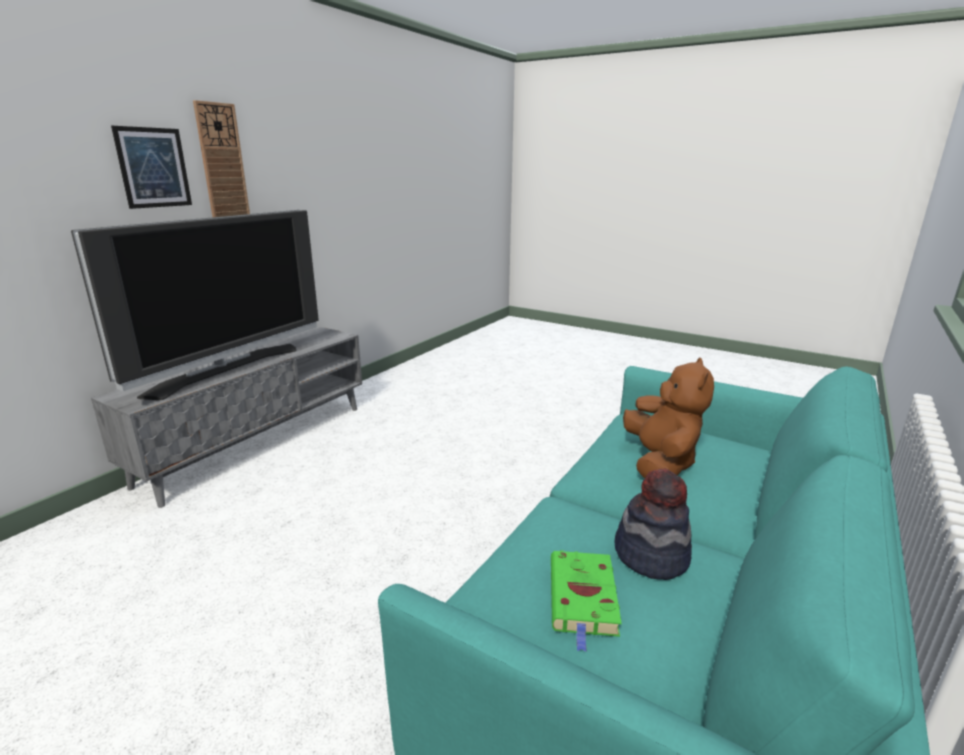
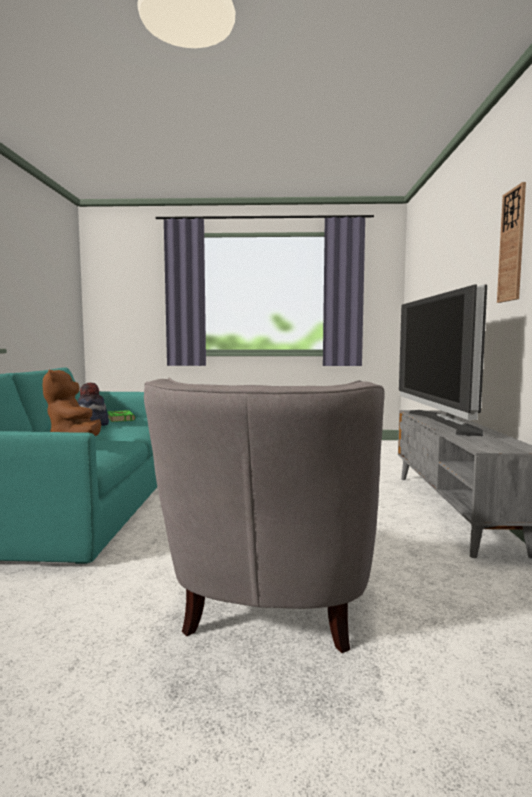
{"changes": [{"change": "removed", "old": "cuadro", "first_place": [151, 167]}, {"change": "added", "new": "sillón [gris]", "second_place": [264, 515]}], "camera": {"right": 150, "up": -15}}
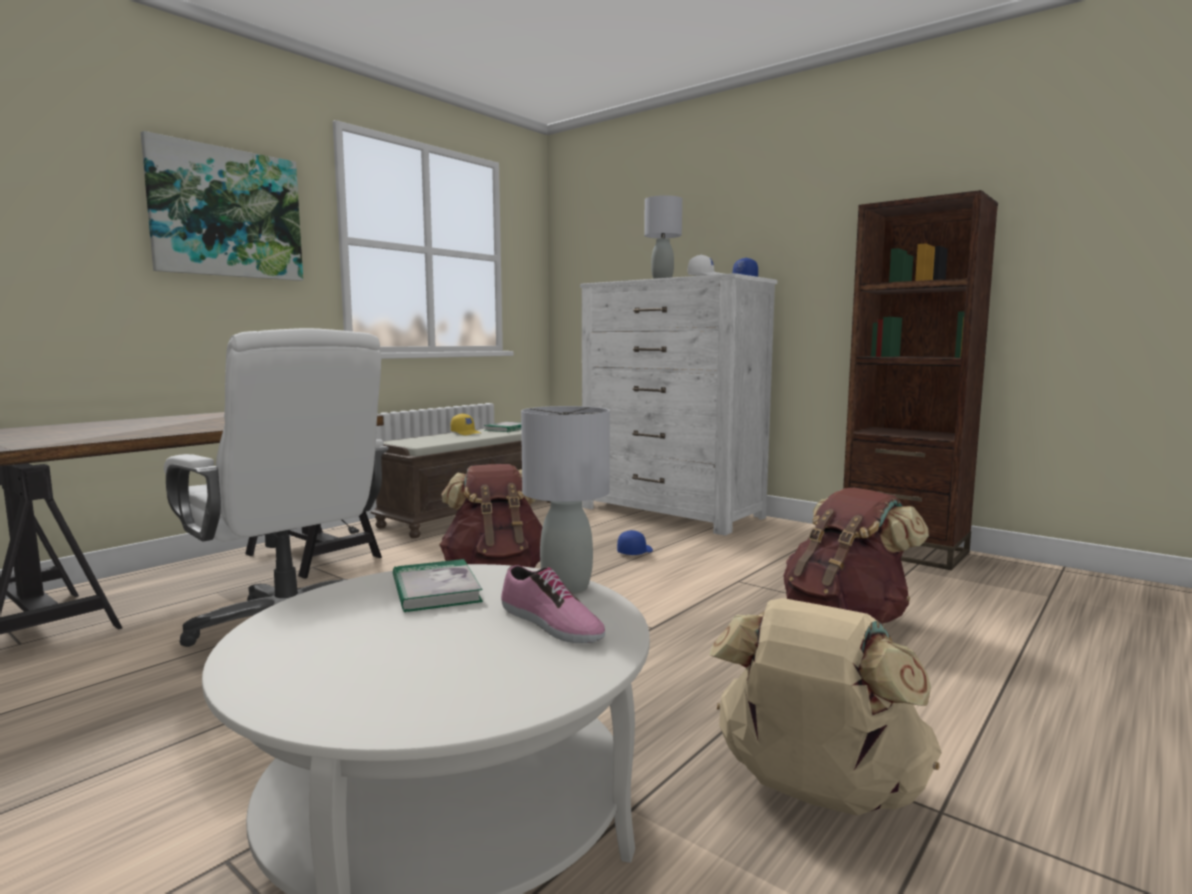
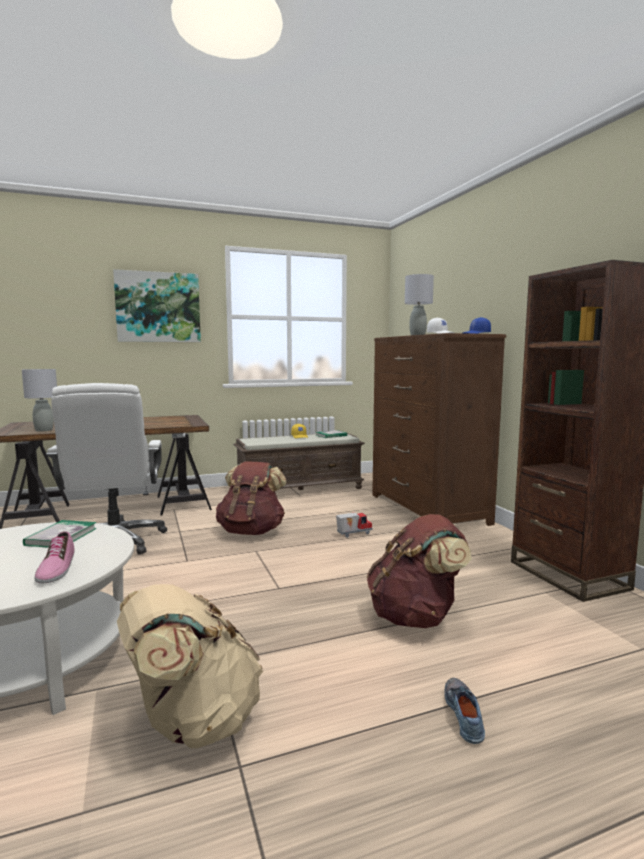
{"changes": [{"change": "added", "new": "zapato", "second_place": [464, 711]}, {"change": "moved", "old": "lámpara de mesa [gris]", "first_place": [565, 500], "second_place": [39, 400]}, {"change": "replaced", "old": "gorra [azul]", "new": "camión de juguete", "first_place": [635, 542], "second_place": [354, 525]}, {"change": "recoloured", "old": "cómoda [blanco]", "new": "cómoda [marrón]", "first_place": [678, 404], "second_place": [439, 429]}], "camera": {"right": 30, "up": 0}}
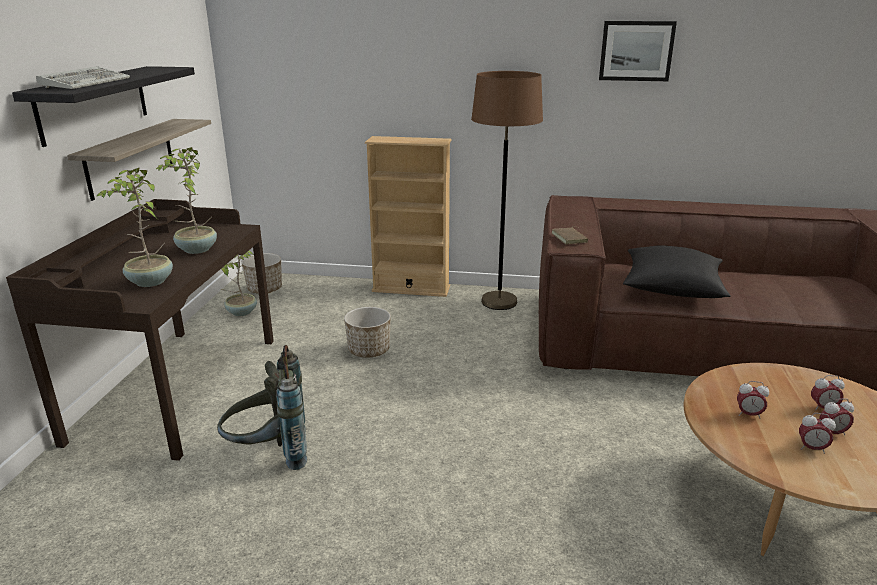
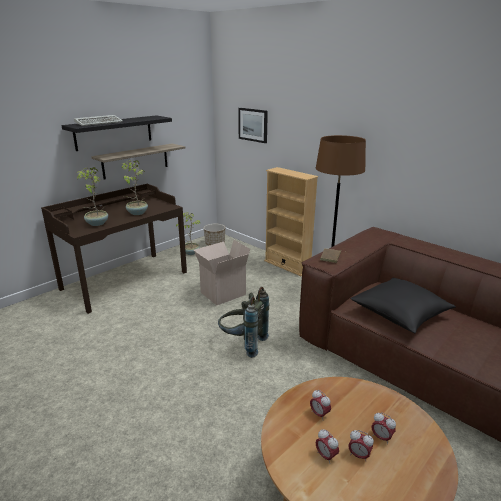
{"changes": [{"change": "moved", "old": "mochila [gris]", "first_place": [262, 407], "second_place": [243, 322]}, {"change": "moved", "old": "cuadro", "first_place": [638, 51], "second_place": [253, 125]}, {"change": "replaced", "old": "maceta", "new": "caja de cartón", "first_place": [367, 332], "second_place": [222, 273]}], "camera": {"right": 35, "up": 0}}
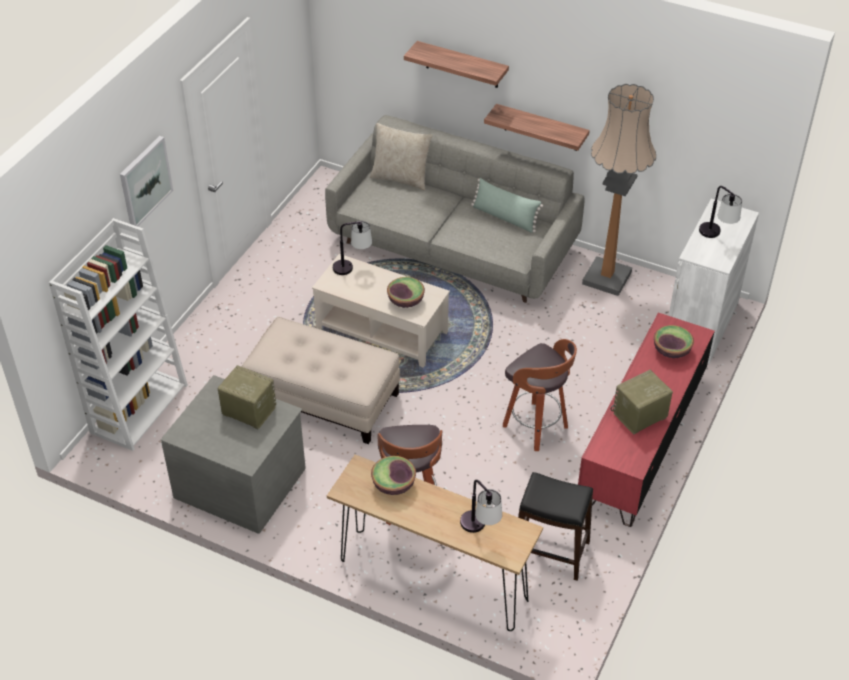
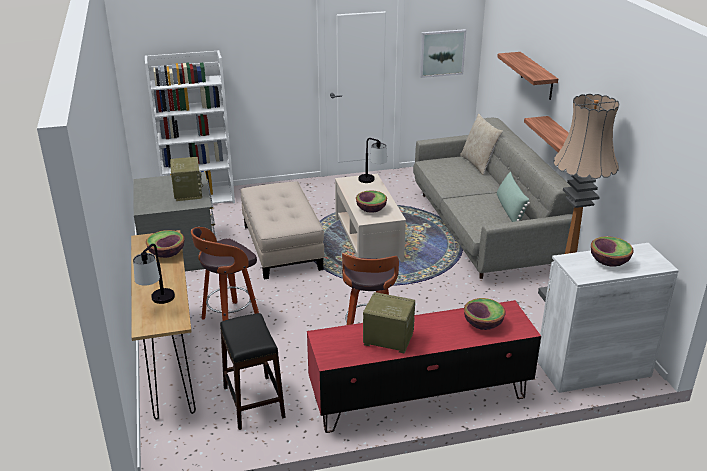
{"changes": [{"change": "moved", "old": "cuadro", "first_place": [146, 181], "second_place": [443, 53]}, {"change": "replaced", "old": "lámpara de mesa", "new": "cuenco", "first_place": [720, 212], "second_place": [612, 251]}], "camera": {"right": 50, "up": -15}}
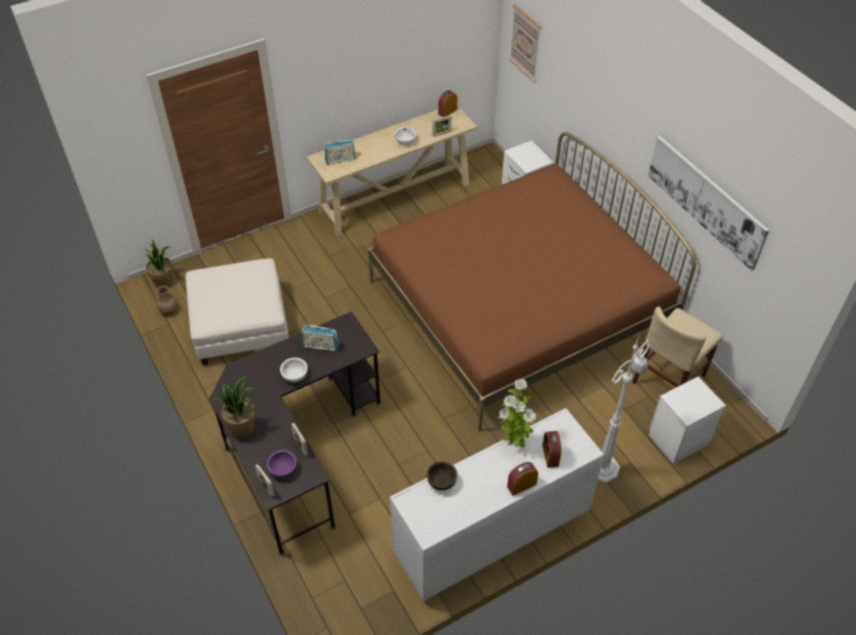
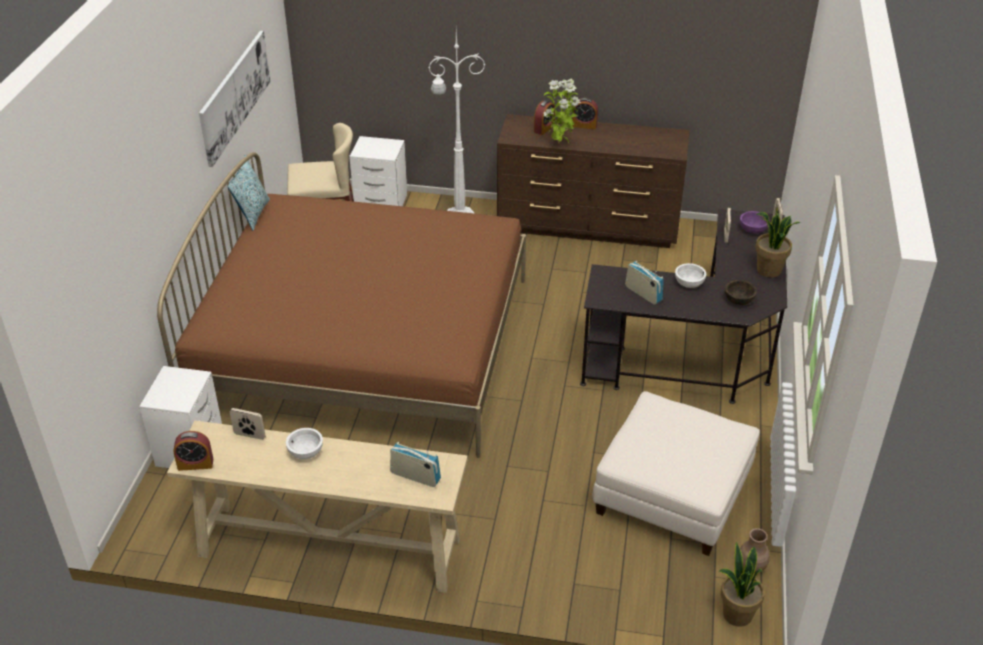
{"changes": [{"change": "removed", "old": "cuadro", "first_place": [525, 44]}, {"change": "added", "new": "cojín", "second_place": [249, 193]}, {"change": "moved", "old": "cuenco [marrón]", "first_place": [442, 475], "second_place": [741, 292]}, {"change": "recoloured", "old": "cómoda [blanco]", "new": "cómoda [marrón]", "first_place": [497, 504], "second_place": [593, 181]}], "camera": {"right": -140, "up": -10}}
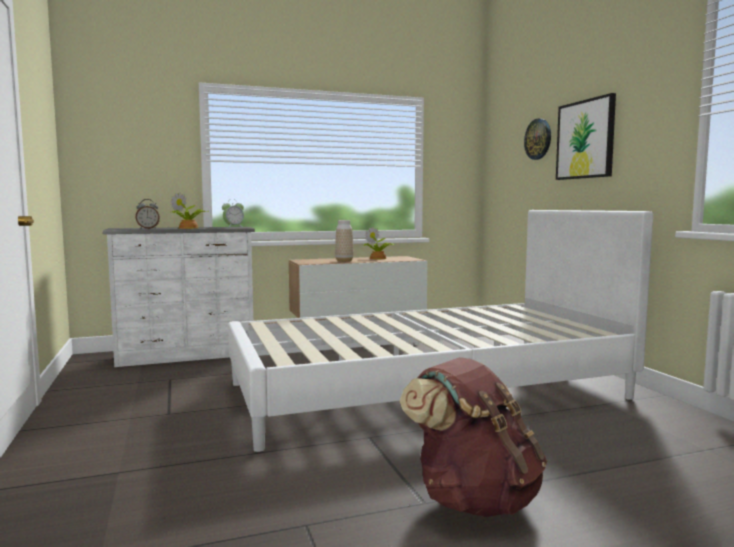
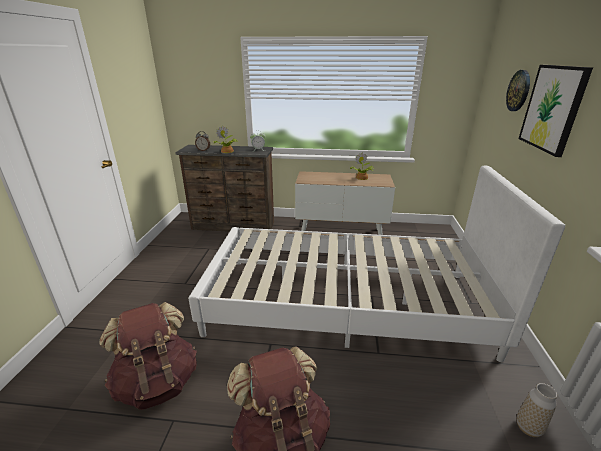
{"changes": [{"change": "added", "new": "mochila [marrón]", "second_place": [148, 356]}, {"change": "moved", "old": "florero", "first_place": [344, 241], "second_place": [536, 410]}, {"change": "recoloured", "old": "cómoda [blanco]", "new": "cómoda [marrón]", "first_place": [179, 297], "second_place": [224, 188]}], "camera": {"right": 25, "up": 20}}
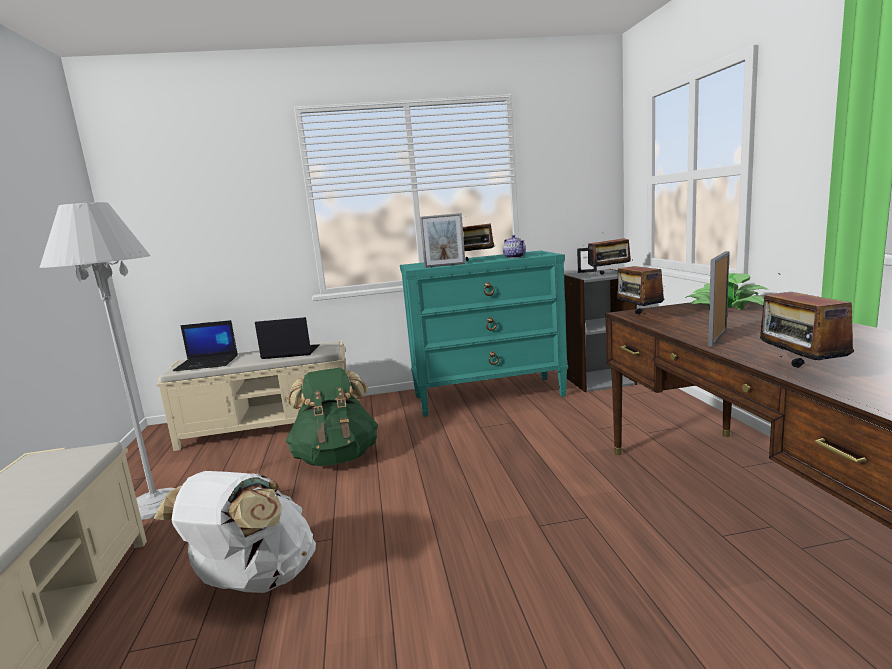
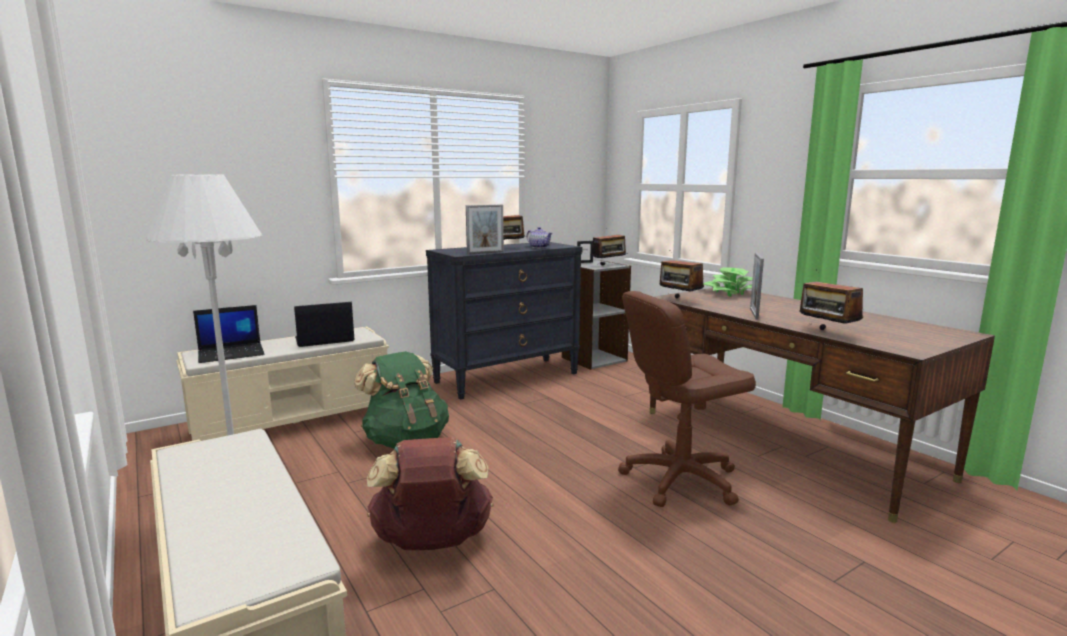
{"changes": [{"change": "added", "new": "silla de oficina [marrón]", "second_place": [687, 399]}, {"change": "recoloured", "old": "mochila [blanco]", "new": "mochila [marrón]", "first_place": [235, 532], "second_place": [430, 493]}, {"change": "recoloured", "old": "cómoda [turquesa]", "new": "cómoda [negro]", "first_place": [484, 334], "second_place": [504, 321]}], "camera": {"right": -25, "up": 0}}
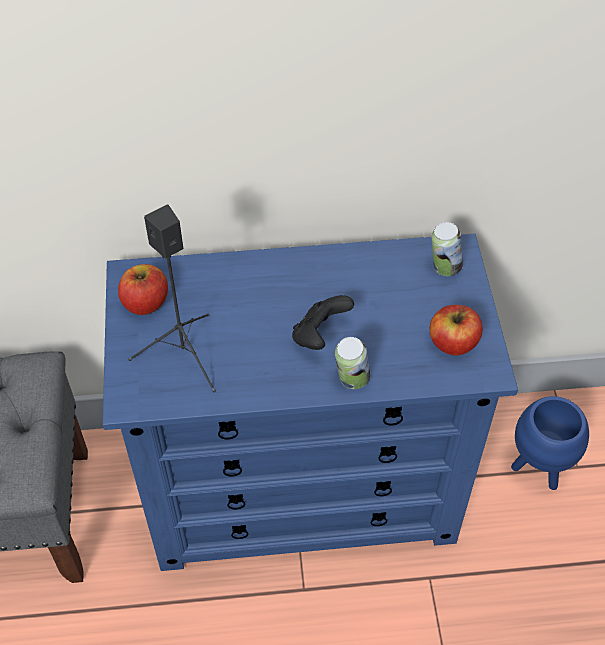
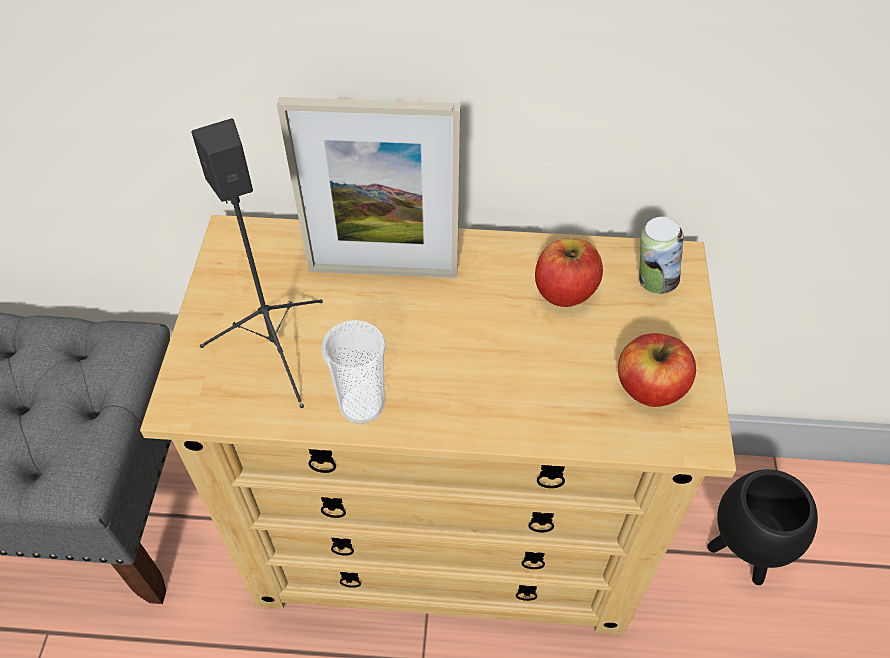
{"changes": [{"change": "removed", "old": "mando de consola [negro]", "first_place": [323, 322]}, {"change": "removed", "old": "lata", "first_place": [352, 363]}, {"change": "added", "new": "portarretratos", "second_place": [369, 187]}, {"change": "added", "new": "taza", "second_place": [353, 372]}, {"change": "moved", "old": "manzana", "first_place": [143, 289], "second_place": [569, 272]}, {"change": "recoloured", "old": "cómoda [azul]", "new": "cómoda [beis]", "first_place": [310, 402], "second_place": [438, 425]}, {"change": "recoloured", "old": "maceta [azul]", "new": "maceta [negro]", "first_place": [550, 443], "second_place": [762, 527]}], "camera": {"right": 10, "up": 0}}
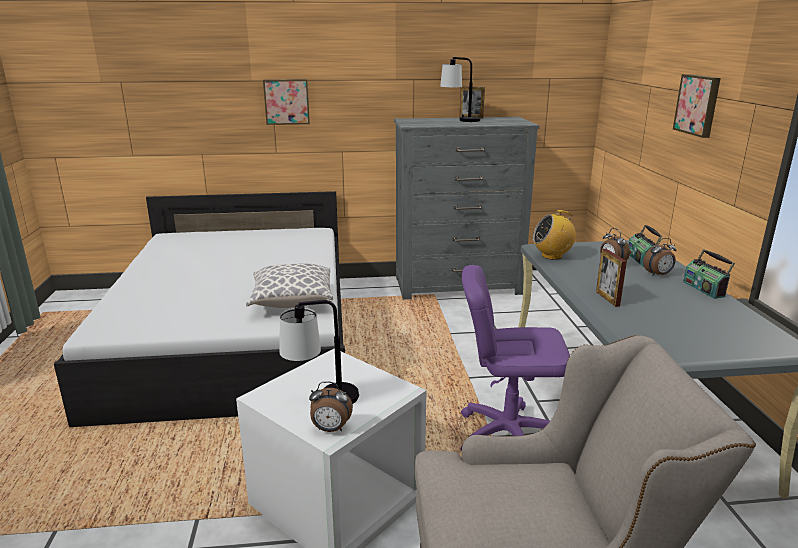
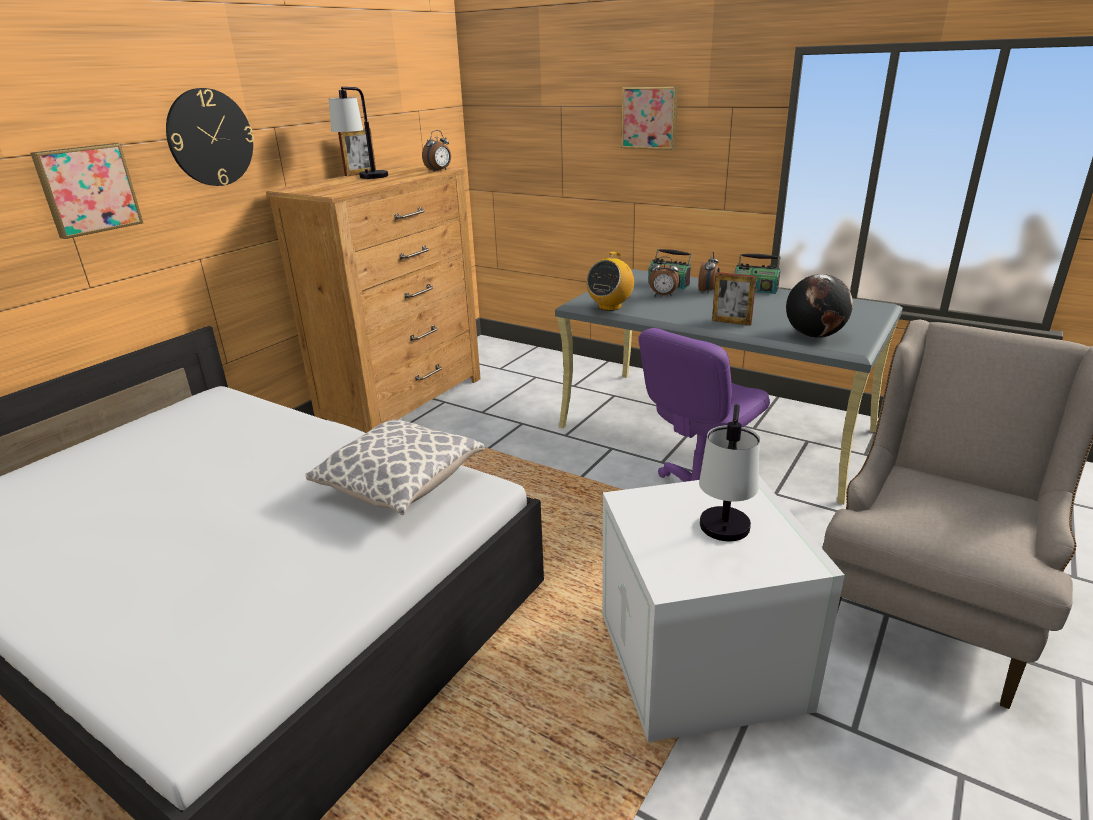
{"changes": [{"change": "added", "new": "reloj de pared", "second_place": [210, 137]}, {"change": "added", "new": "globo terráqueo", "second_place": [819, 306]}, {"change": "moved", "old": "despertador", "first_place": [331, 406], "second_place": [436, 150]}, {"change": "recoloured", "old": "cómoda [gris]", "new": "cómoda [marrón]", "first_place": [467, 208], "second_place": [373, 299]}], "camera": {"right": -50, "up": 5}}
